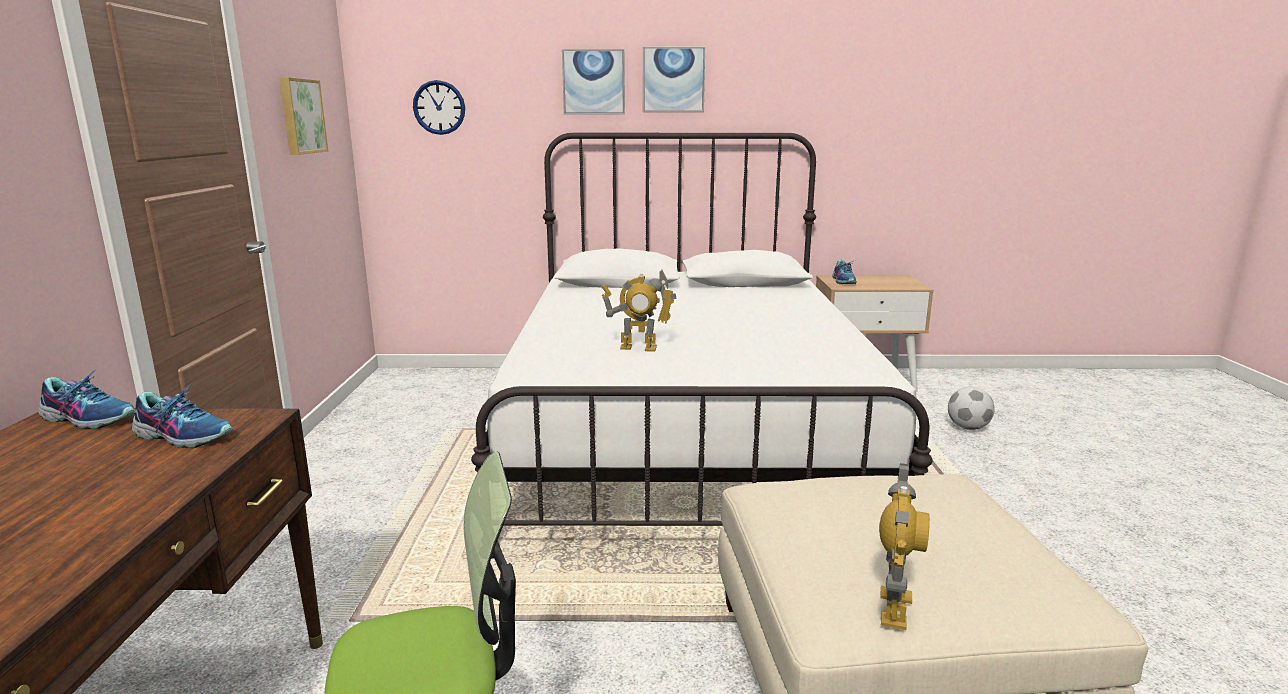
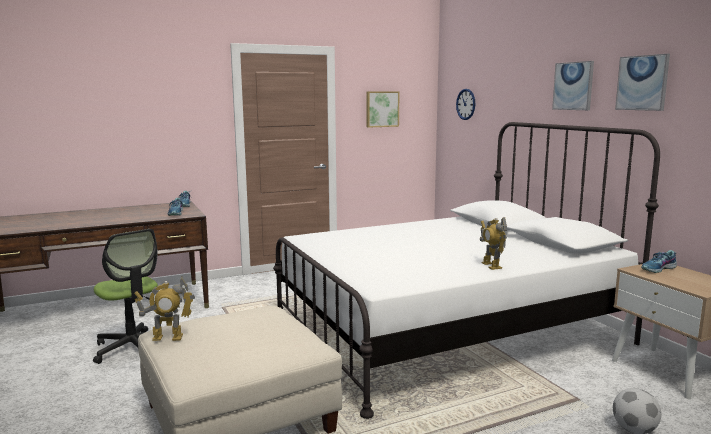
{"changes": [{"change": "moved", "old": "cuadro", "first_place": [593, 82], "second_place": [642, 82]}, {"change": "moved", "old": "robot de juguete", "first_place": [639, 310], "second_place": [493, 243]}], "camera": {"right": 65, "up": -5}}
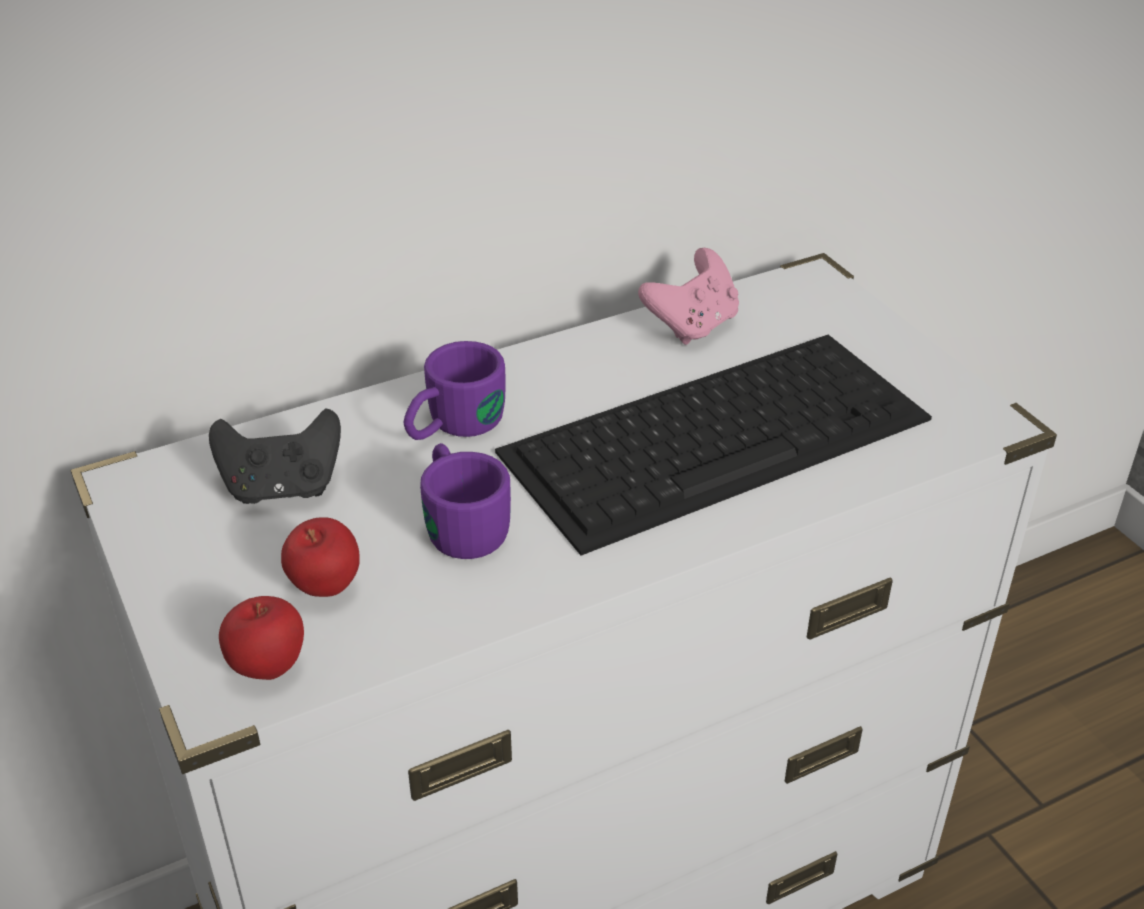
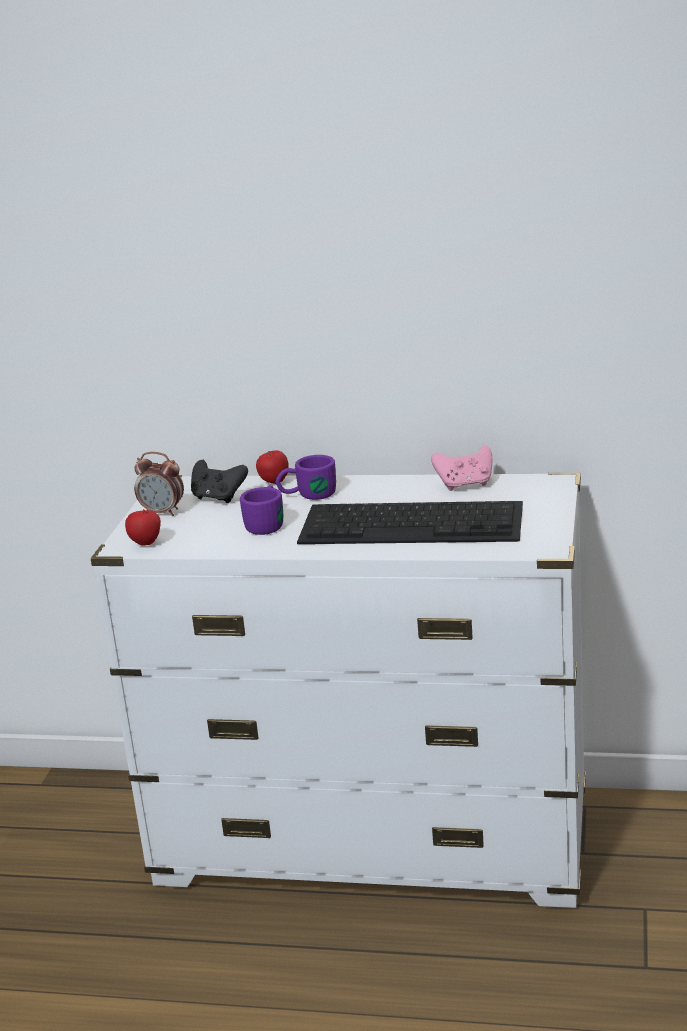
{"changes": [{"change": "added", "new": "despertador", "second_place": [159, 484]}, {"change": "moved", "old": "manzana", "first_place": [320, 557], "second_place": [272, 467]}], "camera": {"right": 40, "up": -15}}
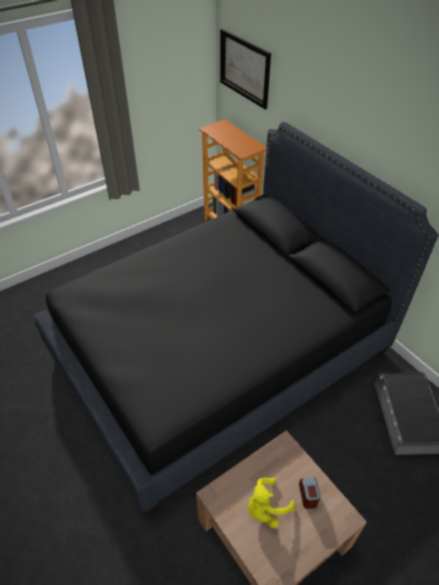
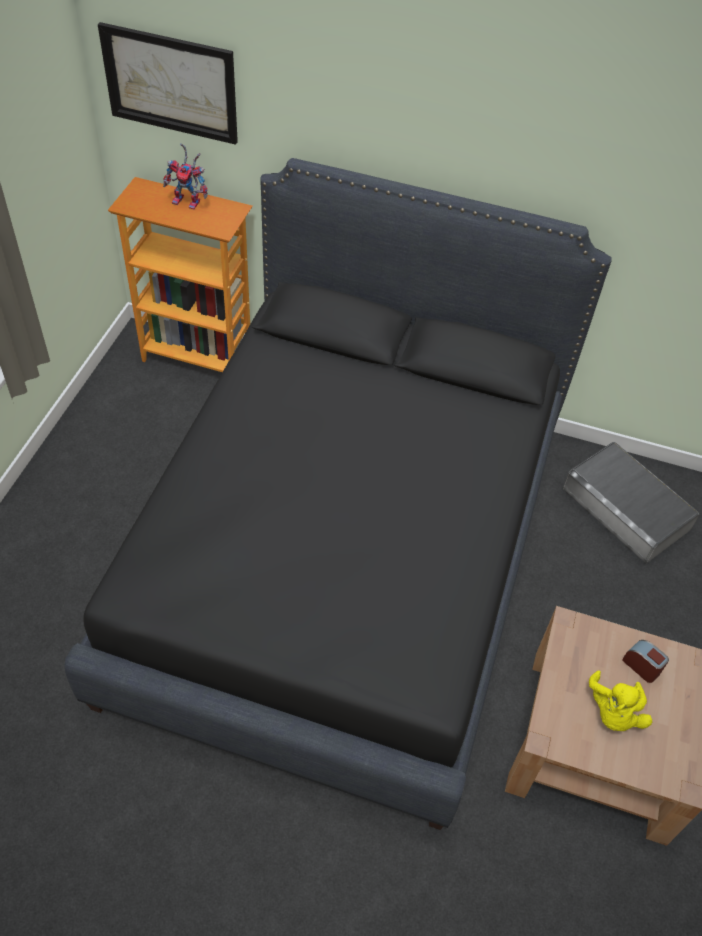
{"changes": [{"change": "added", "new": "robot de juguete", "second_place": [185, 176]}], "camera": {"right": -40, "up": 5}}
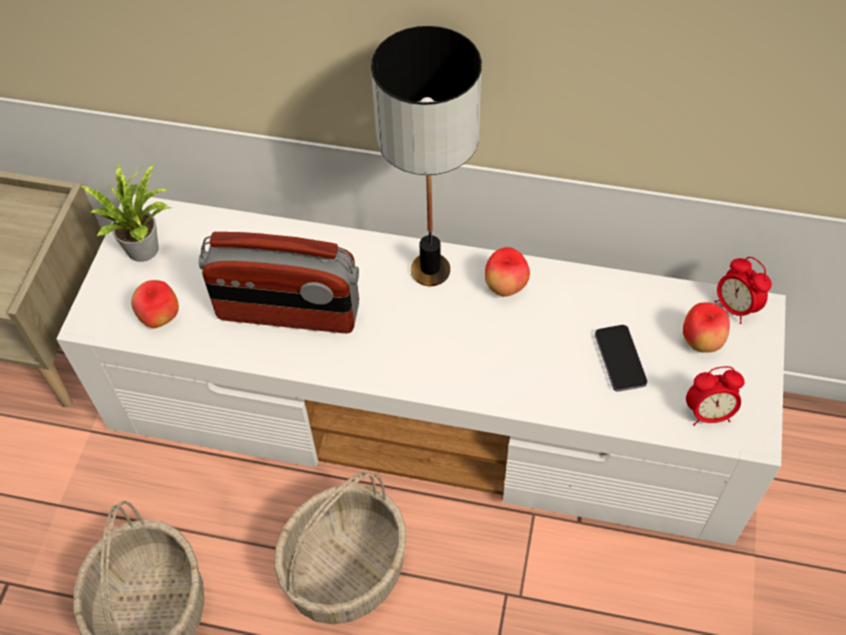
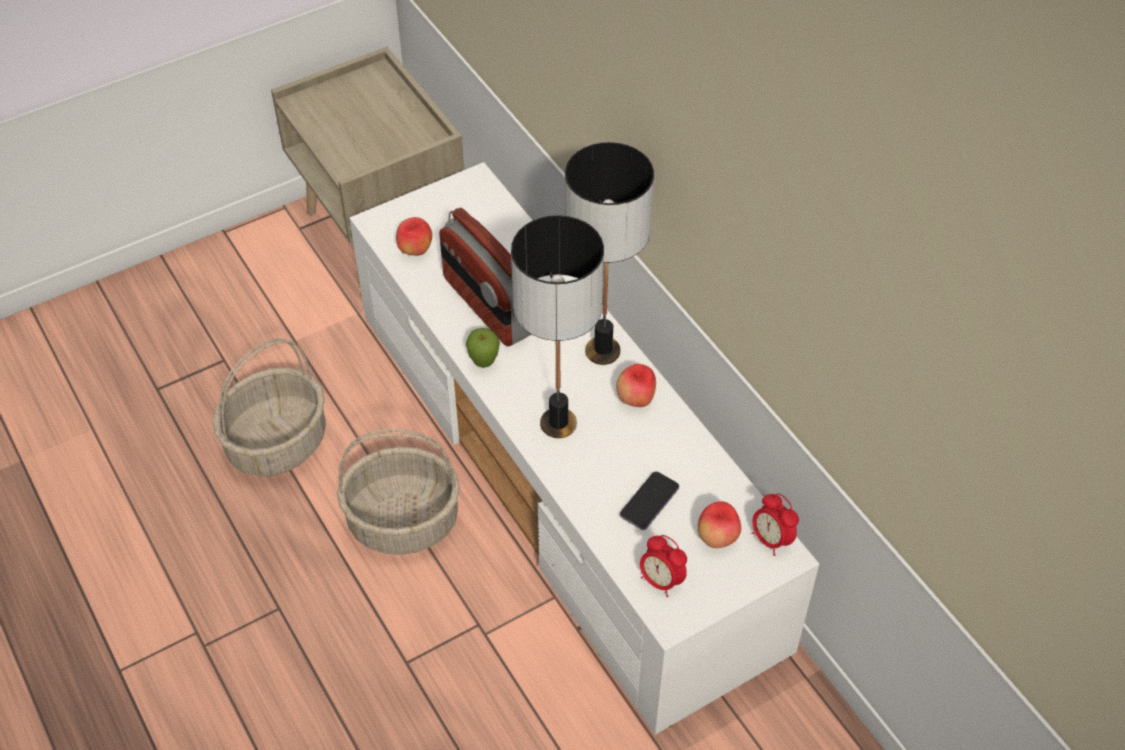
{"changes": [{"change": "removed", "old": "planta en maceta", "first_place": [126, 212]}, {"change": "added", "new": "manzana", "second_place": [483, 348]}, {"change": "added", "new": "lámpara de mesa", "second_place": [557, 326]}, {"change": "turned", "old": "despertador", "first_place": [743, 290], "second_place": [775, 524], "degrees": -45}], "camera": {"right": 45, "up": -5}}
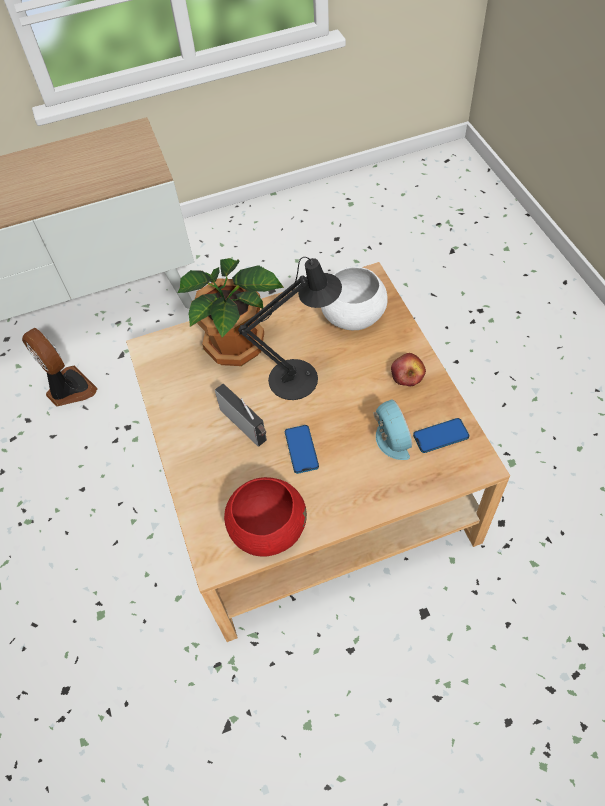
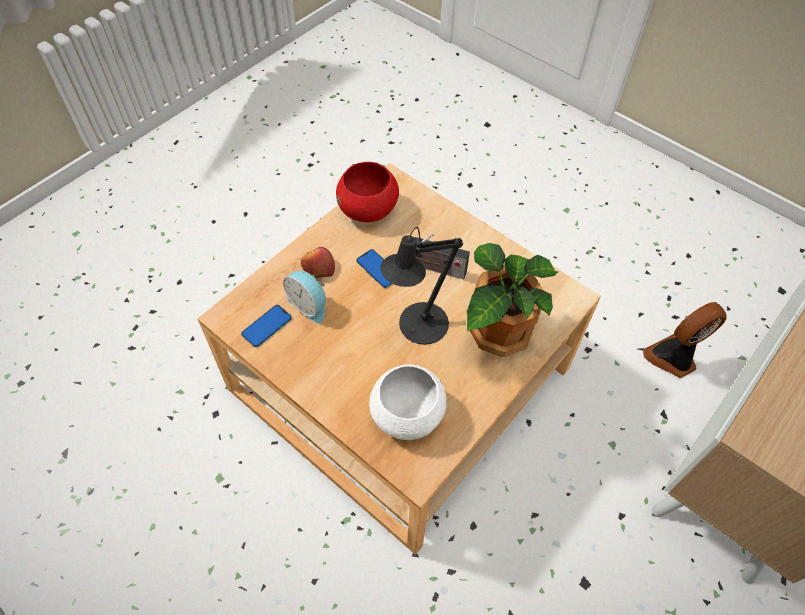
{"changes": [{"change": "moved", "old": "manzana", "first_place": [408, 370], "second_place": [318, 262]}, {"change": "turned", "old": "ventilador", "first_place": [60, 367], "second_place": [685, 340], "degrees": 135}], "camera": {"right": 145, "up": 0}}
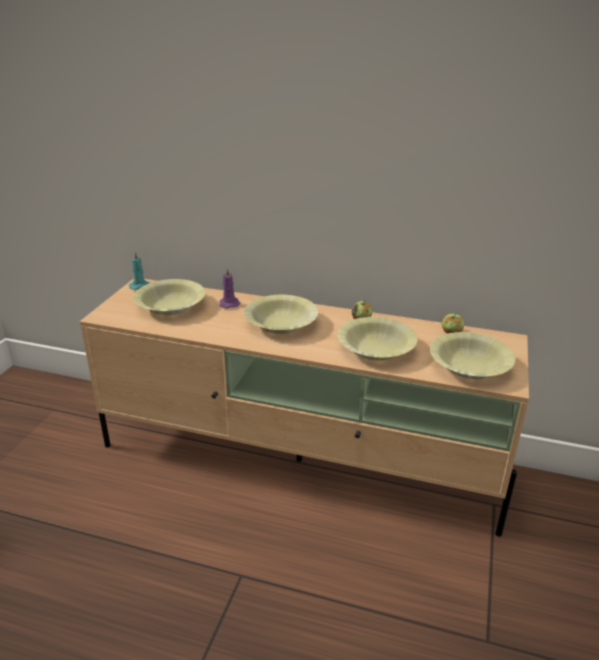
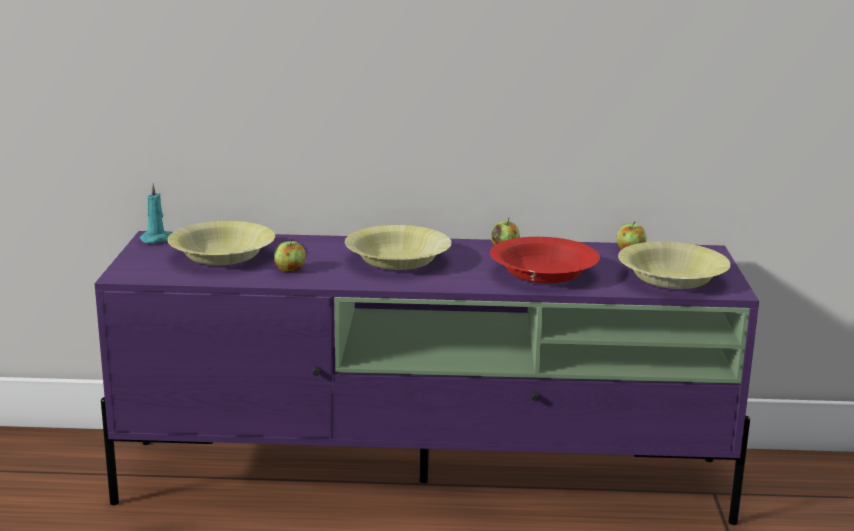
{"changes": [{"change": "removed", "old": "vela [morado]", "first_place": [229, 287]}, {"change": "added", "new": "manzana", "second_place": [290, 255]}, {"change": "recoloured", "old": "mueble de televisión [beis]", "new": "mueble de televisión [morado]", "first_place": [304, 407], "second_place": [427, 378]}, {"change": "recoloured", "old": "cuenco [amarillo]", "new": "cuenco [rojo]", "first_place": [378, 339], "second_place": [545, 260]}], "camera": {"right": -15, "up": -10}}
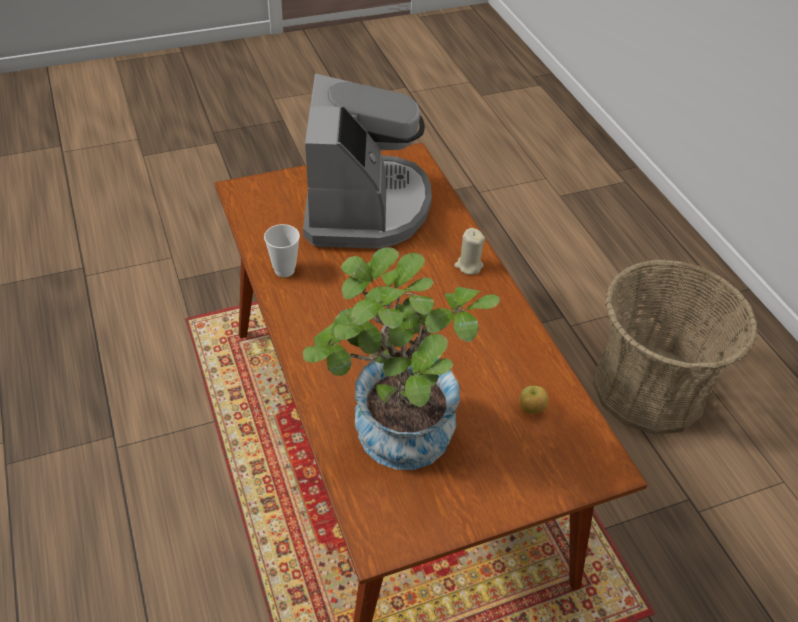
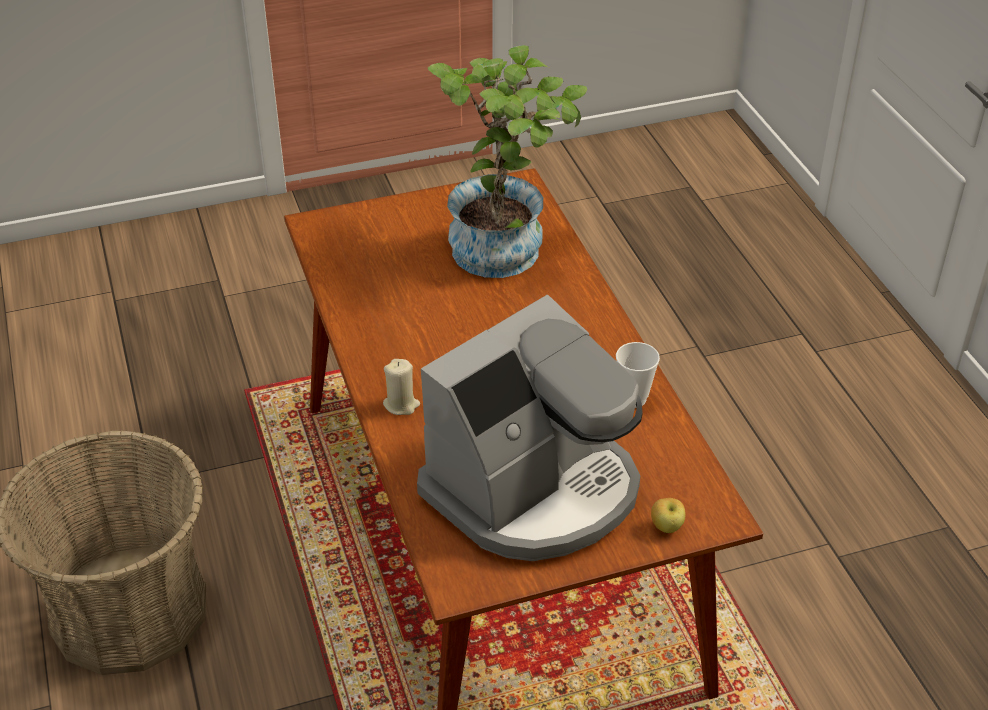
{"changes": [{"change": "moved", "old": "manzana", "first_place": [534, 400], "second_place": [668, 515]}, {"change": "turned", "old": "cafetera", "first_place": [367, 161], "second_place": [529, 428], "degrees": -135}], "camera": {"right": -175, "up": -5}}
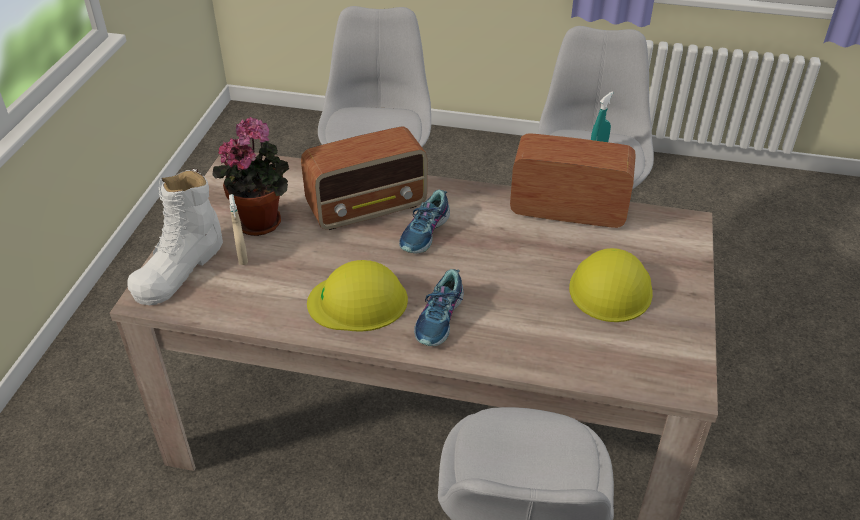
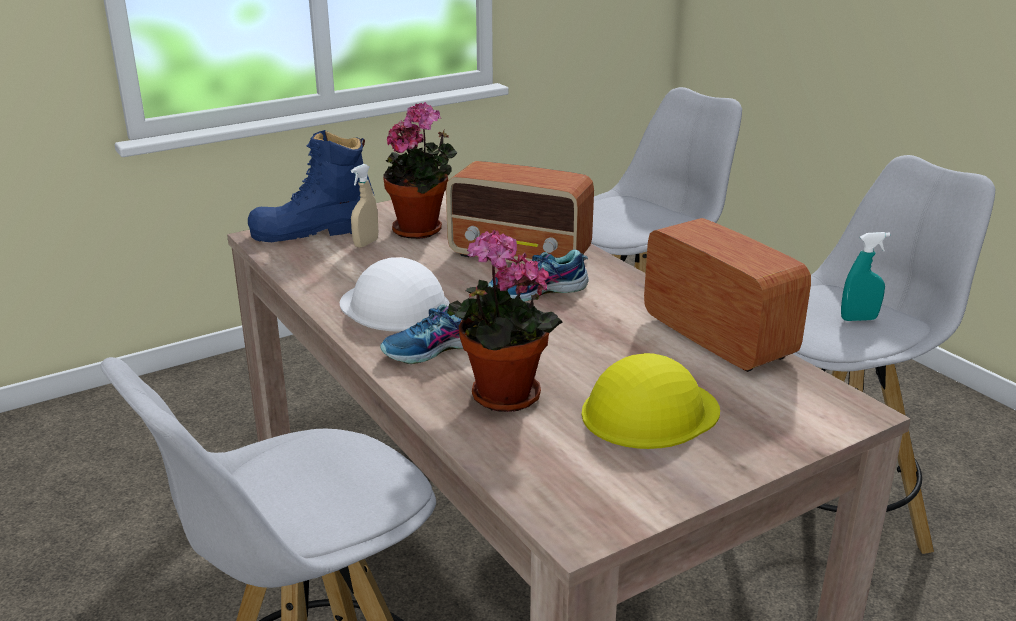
{"changes": [{"change": "added", "new": "planta en maceta", "second_place": [505, 321]}, {"change": "recoloured", "old": "bota [blanco]", "new": "bota [azul]", "first_place": [175, 237], "second_place": [311, 186]}, {"change": "recoloured", "old": "casco [amarillo]", "new": "casco [blanco]", "first_place": [357, 295], "second_place": [395, 294]}], "camera": {"right": 45, "up": -15}}
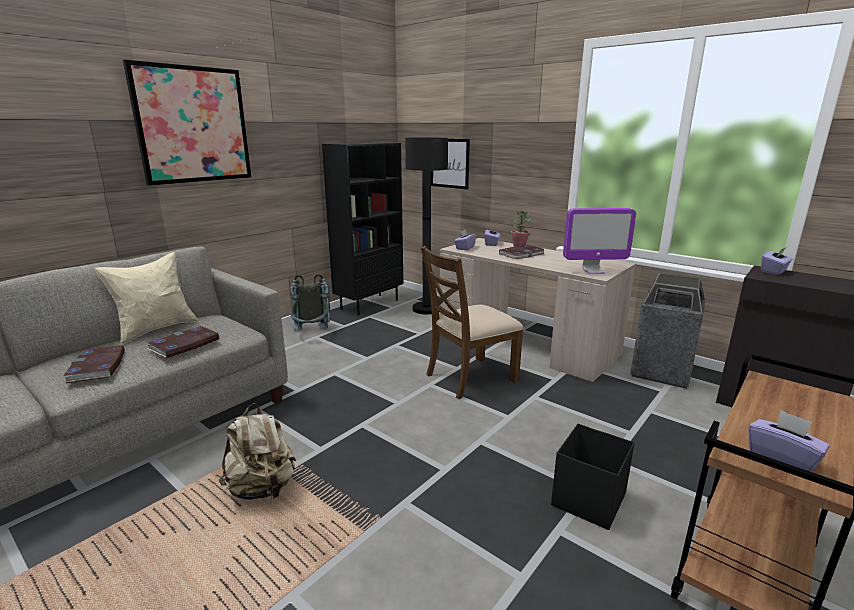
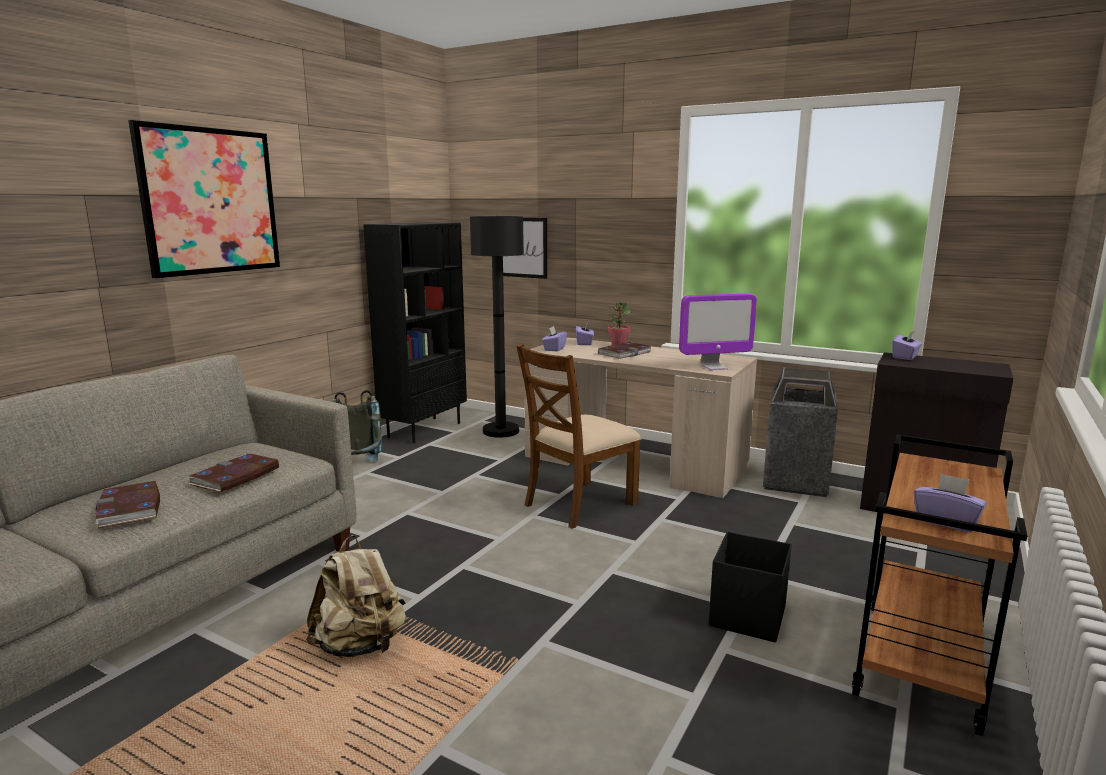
{"changes": [{"change": "removed", "old": "cojín [beis]", "first_place": [146, 298]}], "camera": {"right": -10, "up": -5}}
